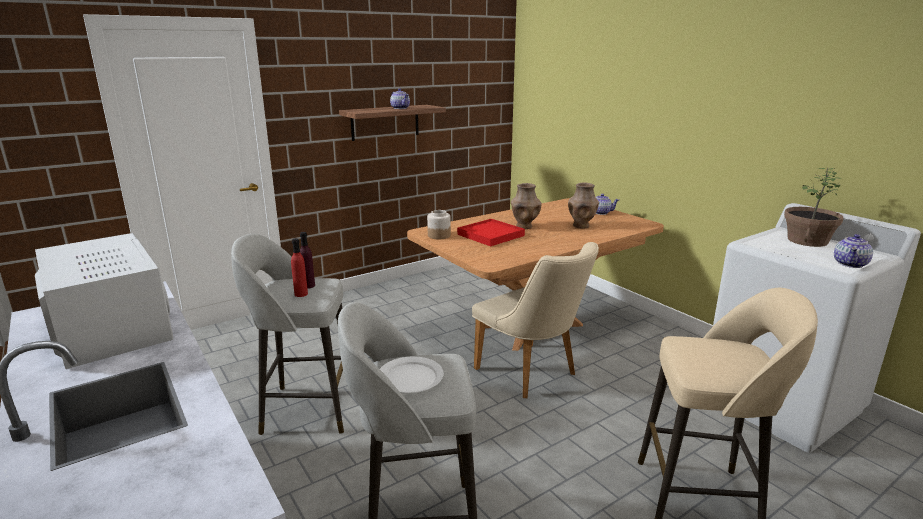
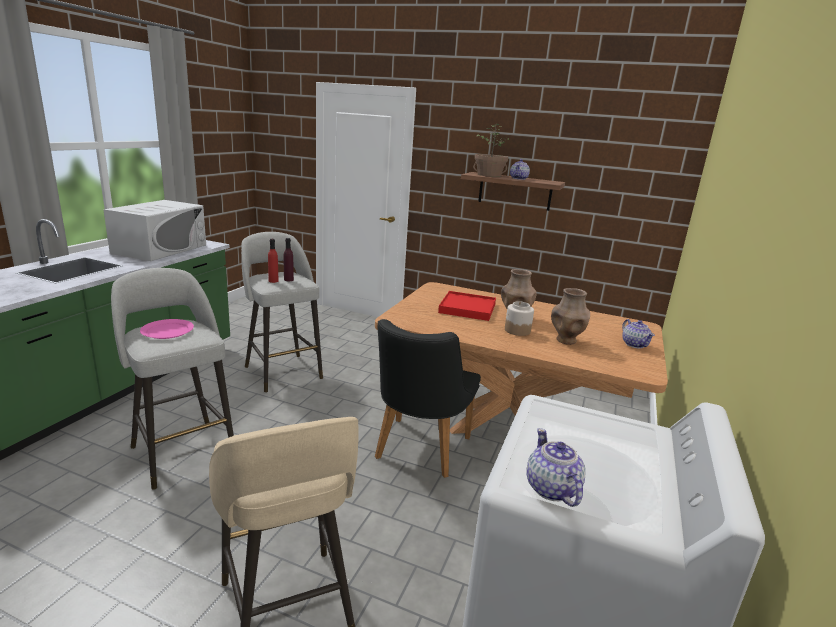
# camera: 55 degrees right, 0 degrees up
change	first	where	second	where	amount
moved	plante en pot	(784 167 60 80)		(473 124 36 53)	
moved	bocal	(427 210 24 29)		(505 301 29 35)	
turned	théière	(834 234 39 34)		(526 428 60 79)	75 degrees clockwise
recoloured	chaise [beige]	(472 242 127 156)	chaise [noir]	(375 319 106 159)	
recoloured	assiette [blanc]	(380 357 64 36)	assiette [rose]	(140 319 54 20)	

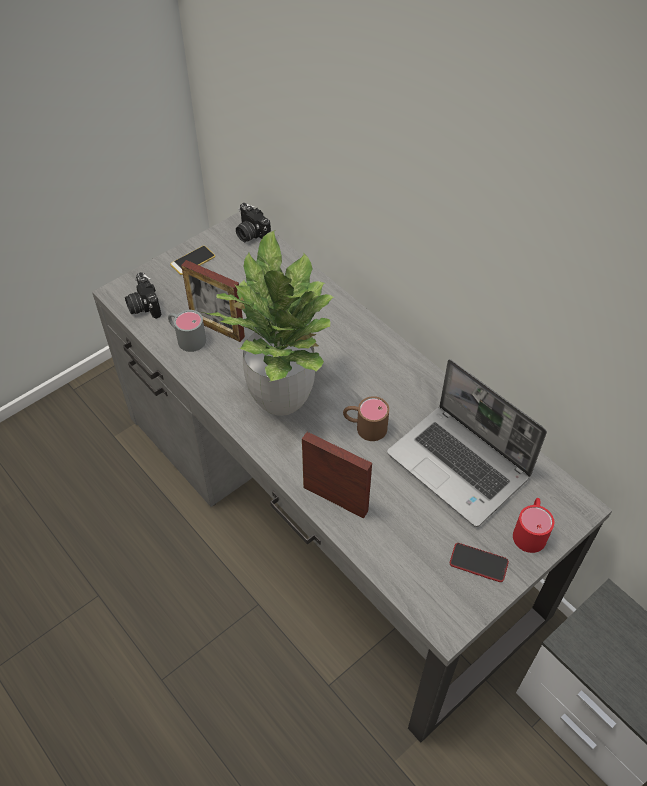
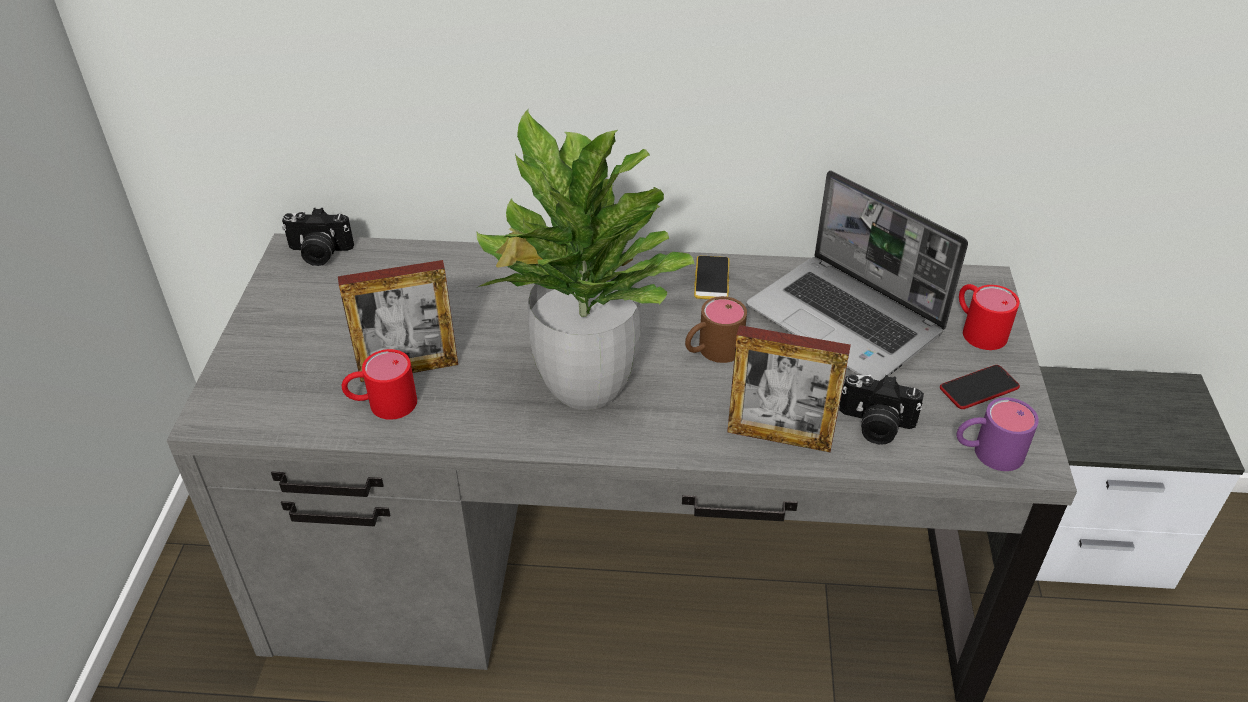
# camera: 45 degrees left, 10 degrees down
change	first	where	second	where	amount
moved	téléphone	(170 246 45 29)		(694 256 36 43)	
moved	appareil photo	(125 272 36 47)		(839 374 85 71)	
recoloured	mug [gris]	(168 310 38 42)	mug [rouge]	(342 349 75 71)	
turned	ordinateur portable	(387 359 160 168)		(747 170 221 211)	45 degrees clockwise
turned	cadre photo	(302 432 70 86)		(727 325 124 127)	150 degrees counterclockwise
added			mug [violet]	(956 398 83 73)	

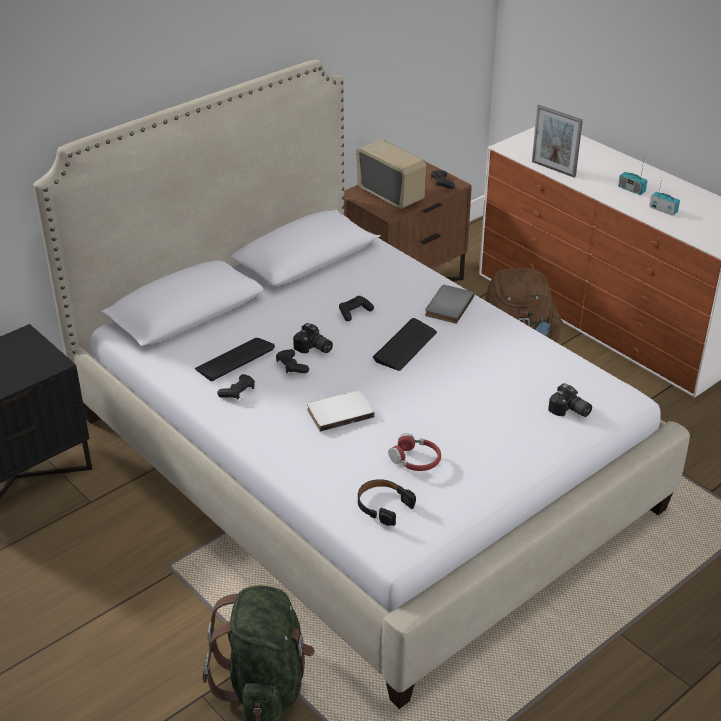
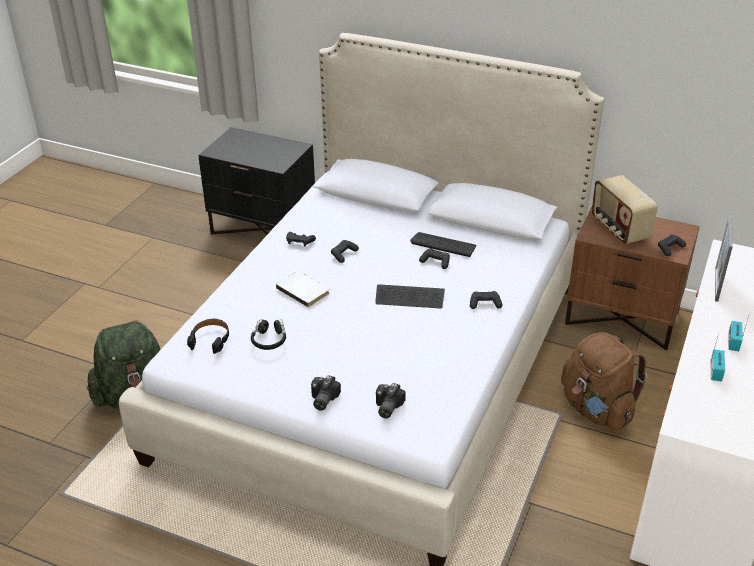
# camera: 65 degrees right, 0 degrees up
change	first	where	second	where	amount
turned	radio	(357 140 69 69)		(592 175 66 69)	135 degrees clockwise
replaced	livre [gris]	(425 285 50 39)	manette [noir]	(470 291 32 18)	
moved	appareil photo	(293 323 40 30)		(311 375 30 36)	
moved	clavier	(195 338 80 43)		(410 232 67 25)	
recoloured	casque audio [rouge]	(388 433 53 38)	casque audio [noir]	(251 319 35 31)	

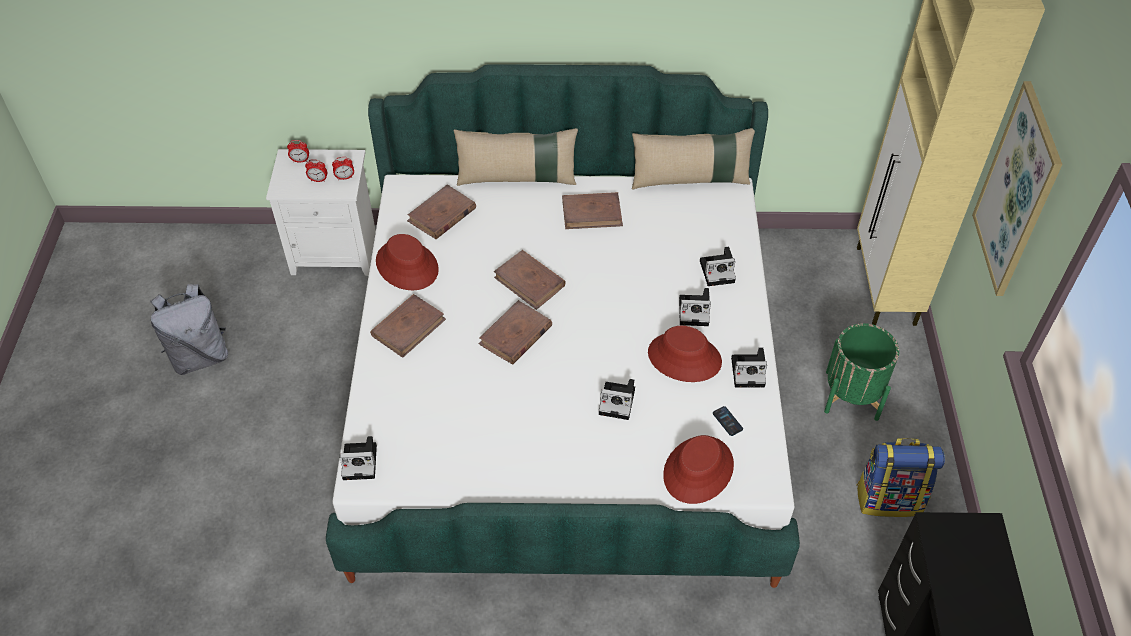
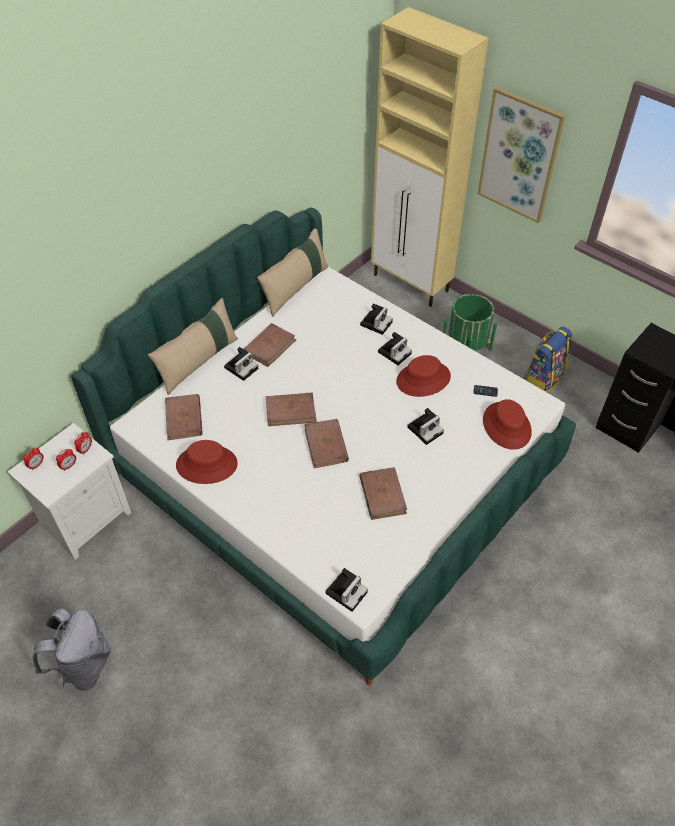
# camera: 50 degrees left, 0 degrees up
change	first	where	second	where	amount
moved	livre [marron]	(370 294 76 64)		(359 467 48 53)	
moved	appareil photo	(731 348 36 40)		(224 347 34 34)	

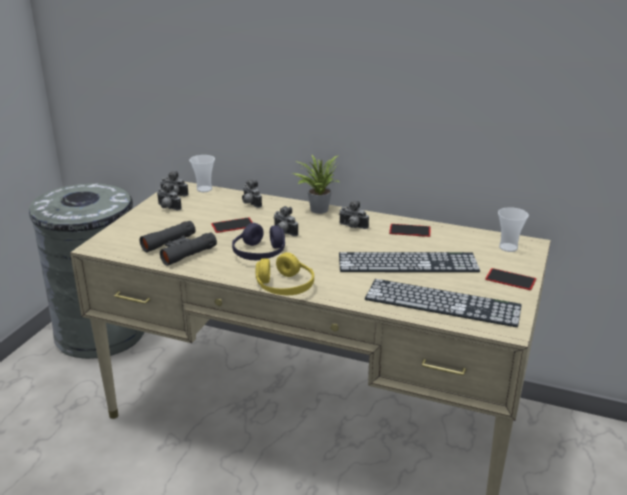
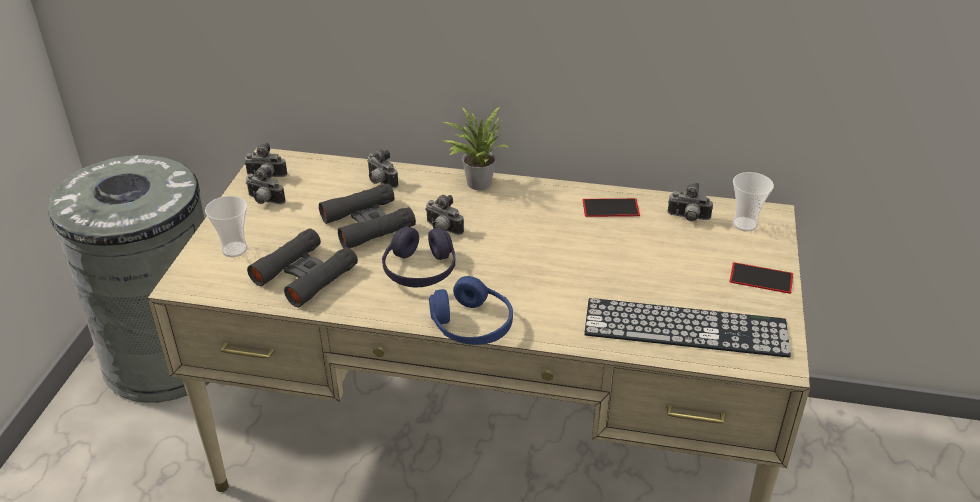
# camera: 10 degrees left, 10 degrees up
change	first	where	second	where	amount
moved	tasse	(189 155 26 37)		(205 196 42 61)	
moved	appareil photo	(339 201 30 28)		(668 183 45 38)	
replaced	téléphone	(211 217 42 16)	jumelles [noir]	(319 184 97 64)	
recoloured	casque audio [jaune]	(256 252 58 43)	casque audio [bleu]	(429 276 84 69)	
removed	clavier	(339 252 141 20)			

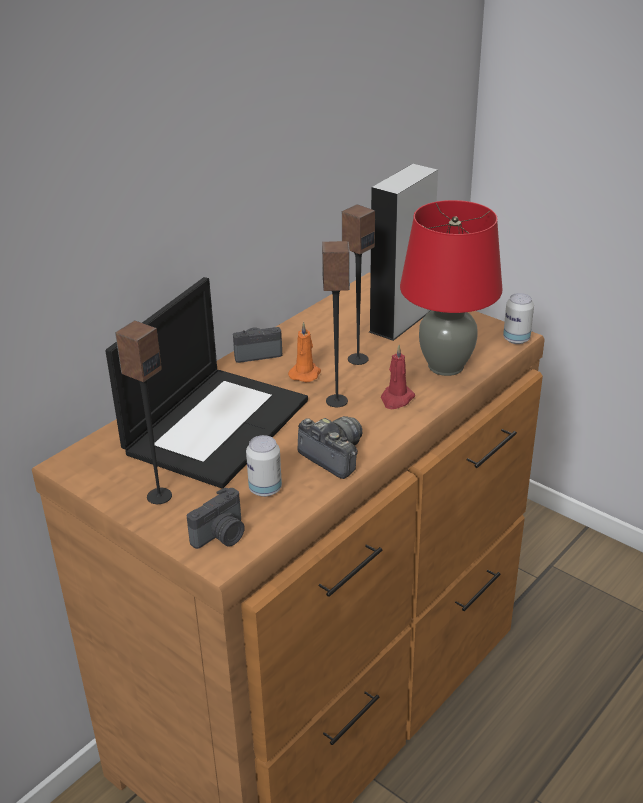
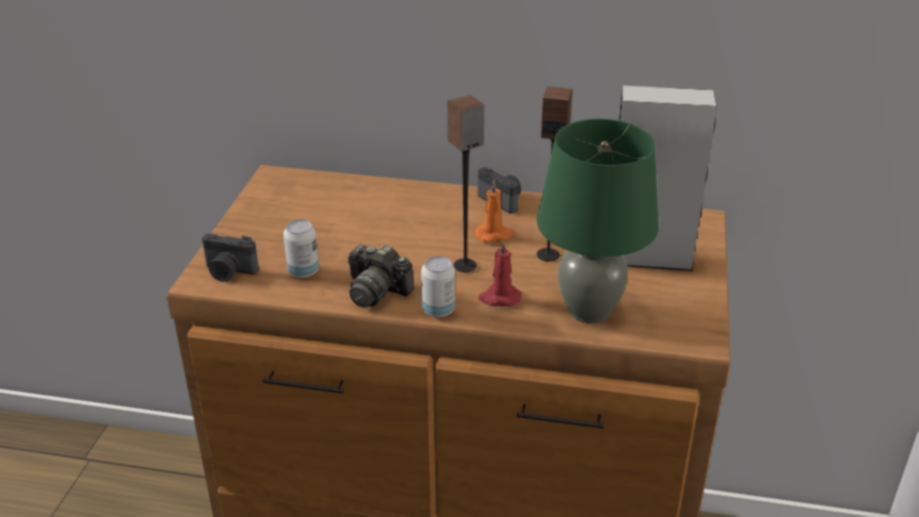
# camera: 60 degrees right, 0 degrees up
change	first	where	second	where	amount
recoloured	lampe de table [rouge]	(400 200 103 176)	lampe de table [vert]	(537 119 122 204)	
removed	ordinateur portable	(106 277 202 212)			
moved	boîte métallique	(503 293 31 51)		(421 256 34 62)	
removed	enceinte	(115 321 57 183)			
turned	appareil photo	(297 416 65 63)		(348 245 66 63)	105 degrees clockwise

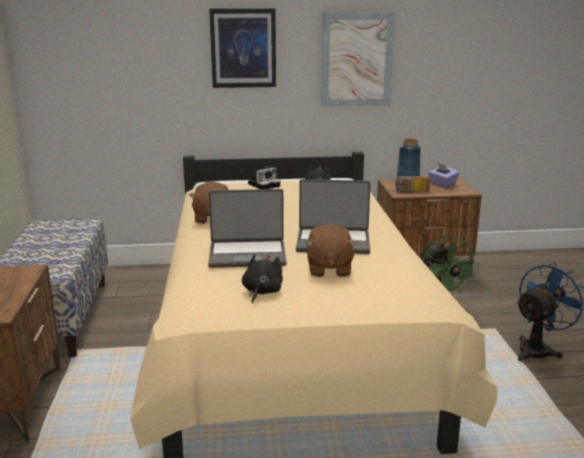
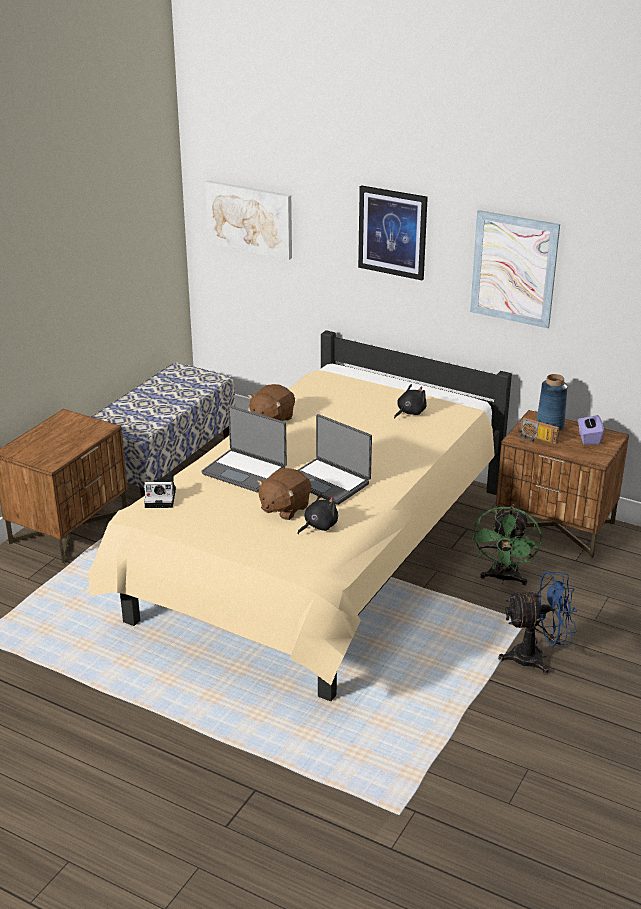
# camera: 35 degrees right, 10 degrees up
change	first	where	second	where	amount
moved	appareil photo	(248 166 32 23)		(144 474 32 34)	
moved	peluche [noir]	(242 254 41 50)		(297 493 41 41)	
added			tableau	(205 180 87 80)	

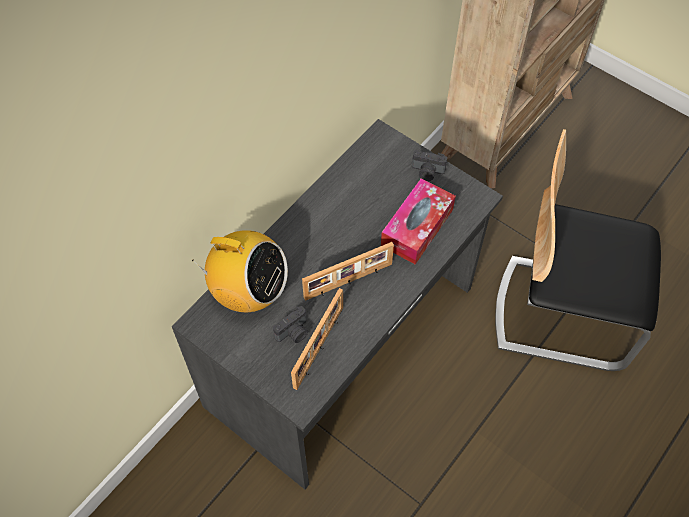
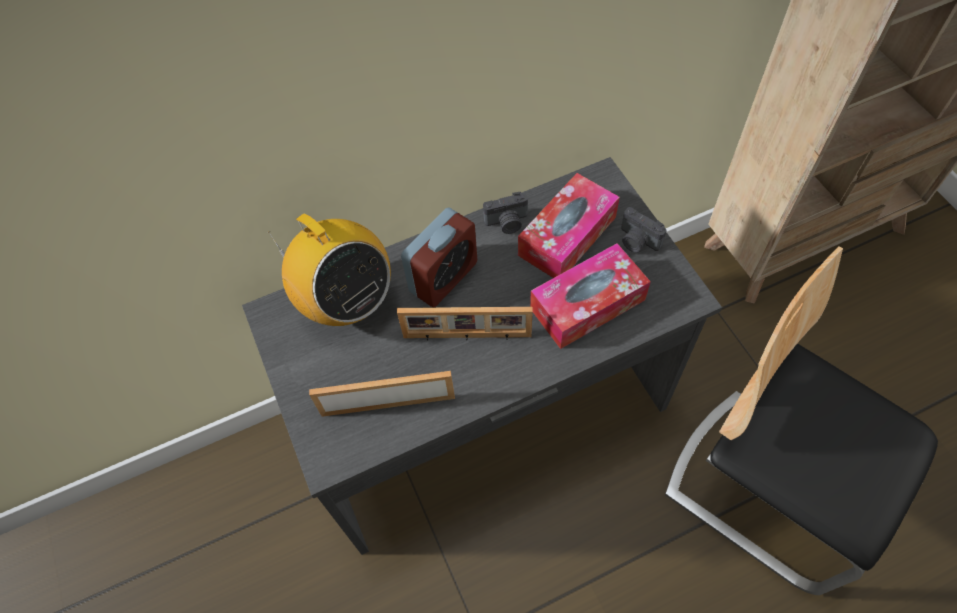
# camera: 30 degrees right, 0 degrees up
change	first	where	second	where	amount
turned	cadre photo	(291 288 52 102)		(309 371 146 46)	150 degrees counterclockwise
moved	appareil photo	(273 306 35 37)		(483 192 45 42)	
added			boîte à mouchoirs	(518 173 102 105)	
added			réveil	(401 207 76 100)	

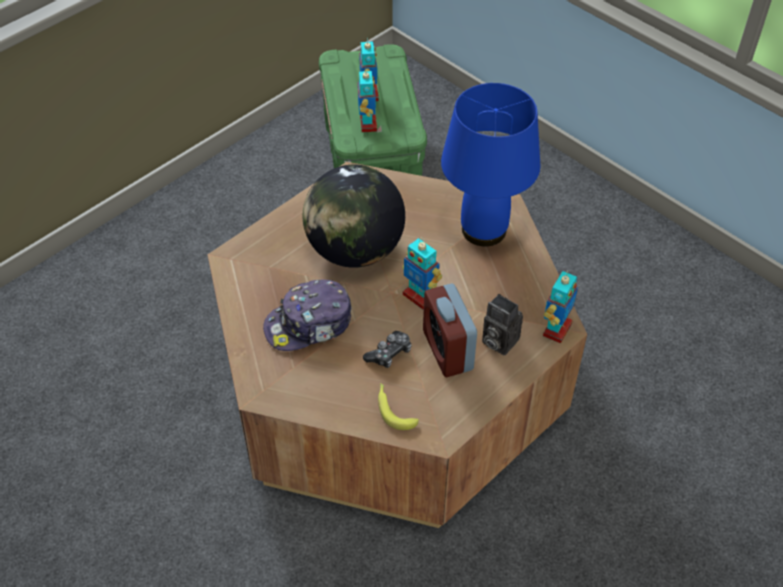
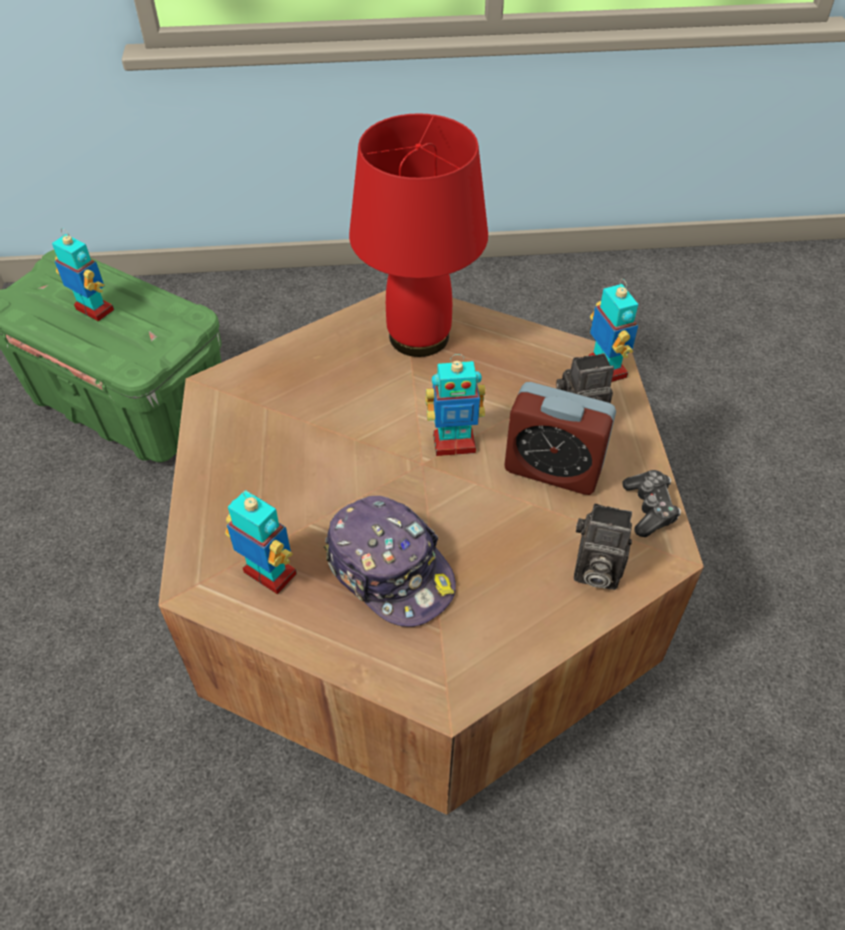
# camera: 50 degrees left, 0 degrees up
change	first	where	second	where	amount
moved	robot jouet	(357 67 20 65)		(225 490 72 105)	
recoloured	lampe de table [bleu]	(441 83 99 163)	lampe de table [rouge]	(349 113 139 244)	
removed	globe	(303 164 102 104)			
turned	casquette	(263 279 89 72)		(324 496 132 131)	60 degrees counterclockwise
moved	manette	(363 331 49 37)		(622 470 59 67)	
replaced	banane	(378 383 41 47)	appareil photo	(574 504 58 86)	

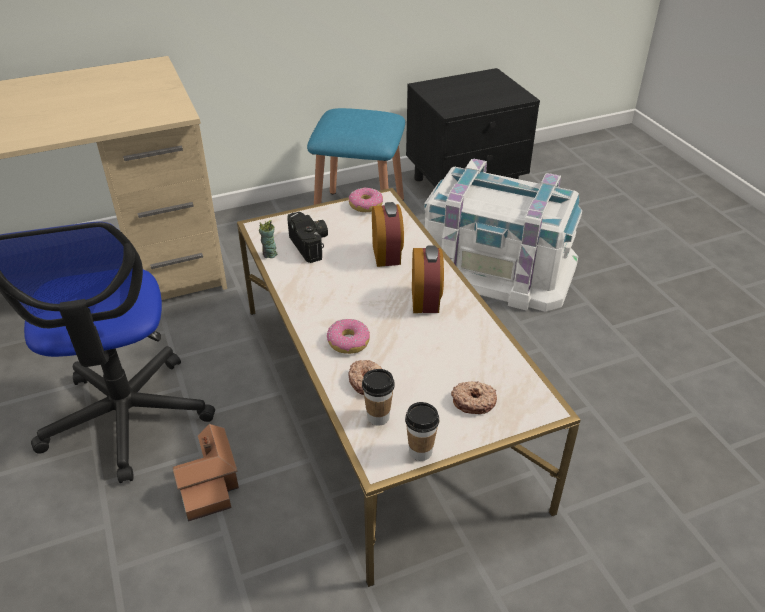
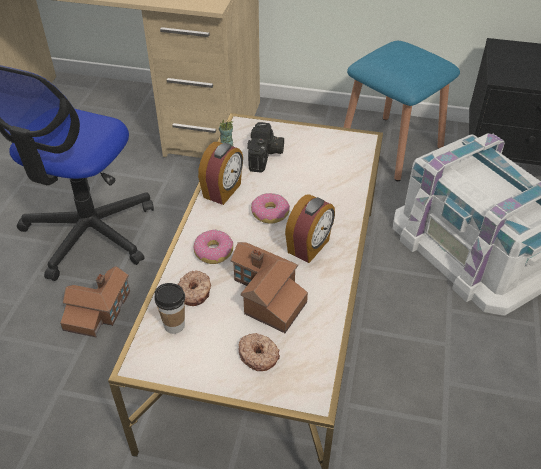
# camera: 35 degrees right, 5 degrees up
change	first	where	second	where	amount
moved	beignet	(349 188 34 24)		(251 193 39 31)	
moved	réveil	(372 202 32 65)		(198 142 45 63)	
removed	tasse	(405 402 34 59)			
added			maison miniature	(231 242 77 91)	

